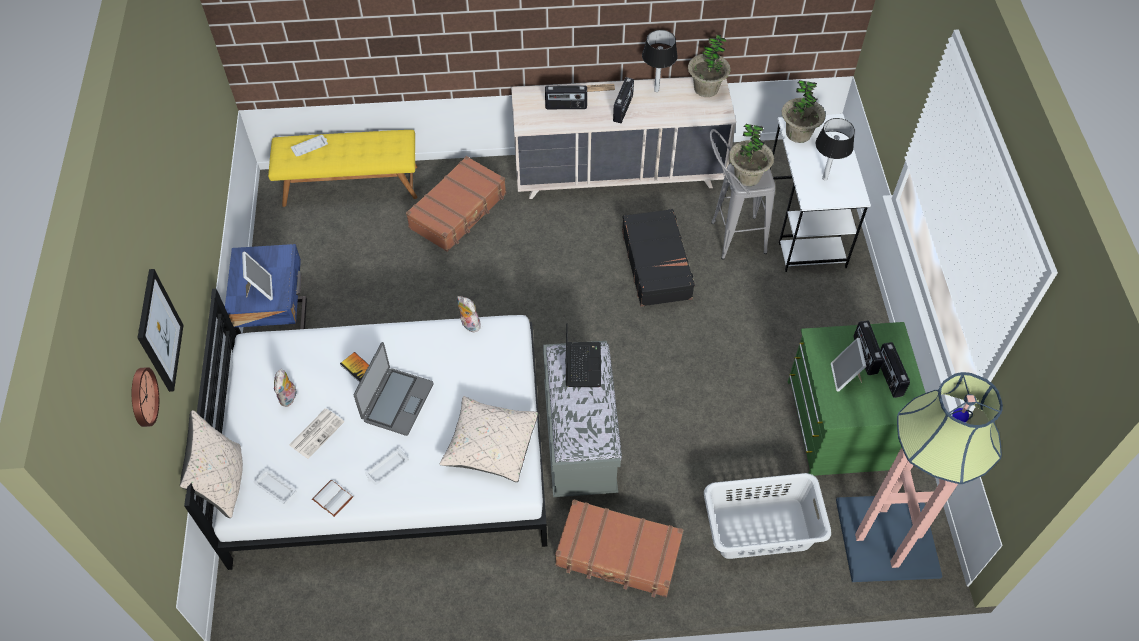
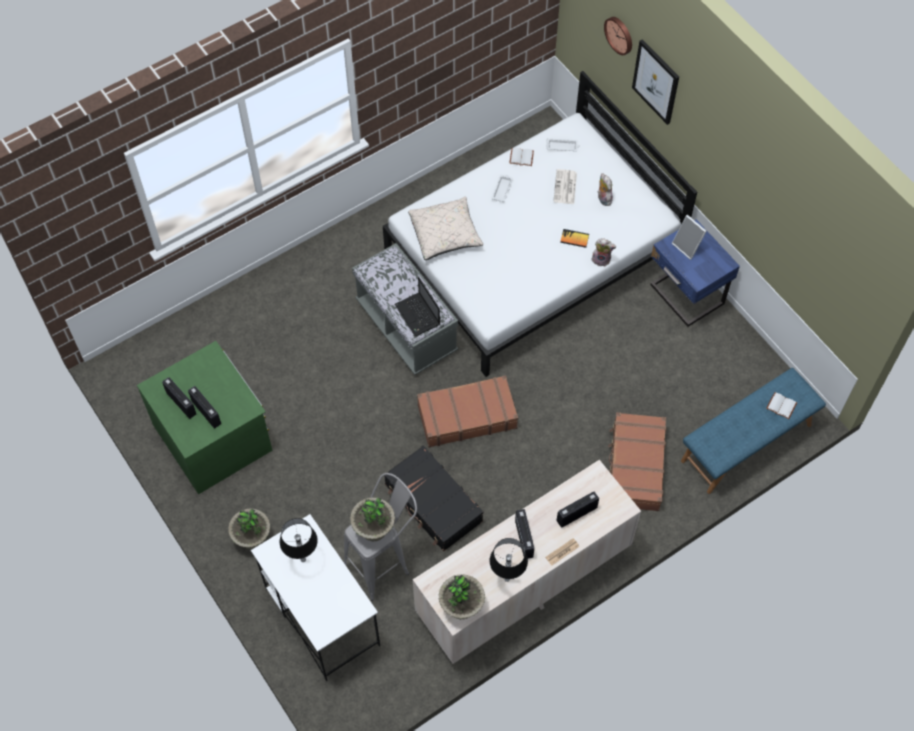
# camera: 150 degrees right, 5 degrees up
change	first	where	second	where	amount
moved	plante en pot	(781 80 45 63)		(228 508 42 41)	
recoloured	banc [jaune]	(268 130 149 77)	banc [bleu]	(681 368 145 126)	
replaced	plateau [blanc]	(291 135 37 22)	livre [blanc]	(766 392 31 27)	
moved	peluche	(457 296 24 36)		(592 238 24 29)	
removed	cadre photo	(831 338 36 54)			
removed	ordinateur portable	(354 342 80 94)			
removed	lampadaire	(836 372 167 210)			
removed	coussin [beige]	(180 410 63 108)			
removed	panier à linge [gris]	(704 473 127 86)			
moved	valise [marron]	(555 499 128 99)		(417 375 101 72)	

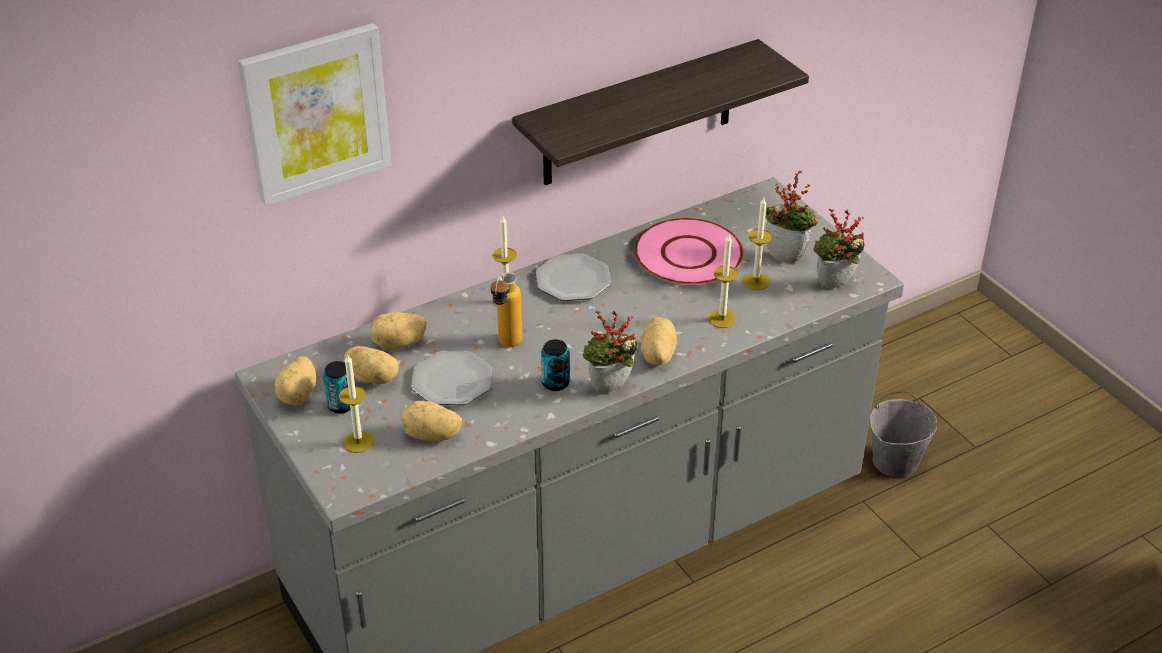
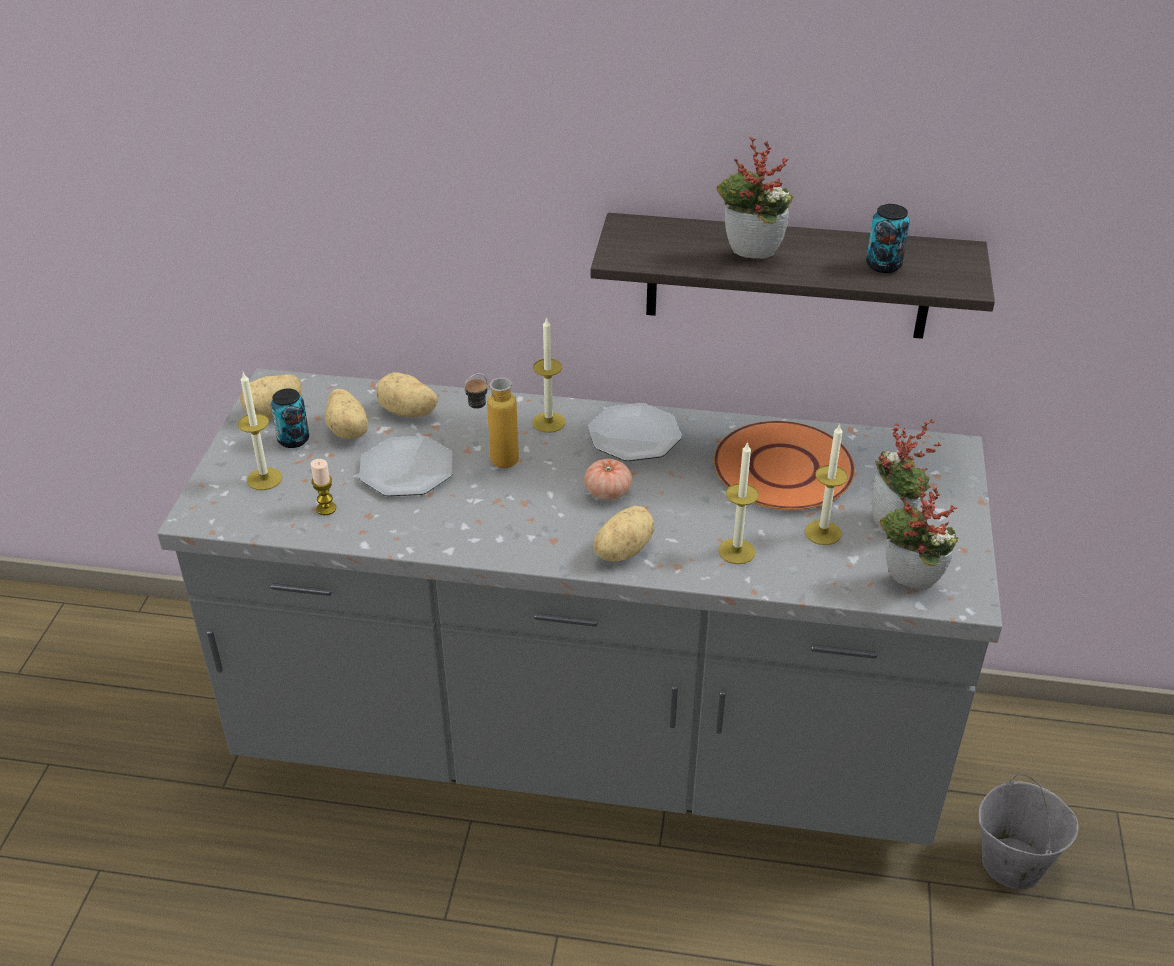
# camera: 40 degrees right, 0 degrees up
change	first	where	second	where	amount
removed	tableau	(238 23 153 183)			
recoloured	assiette [rose]	(634 218 109 67)	assiette [orange]	(714 421 141 89)	
moved	plante en pot	(583 310 54 83)		(716 136 78 123)	
moved	boîte métallique	(541 339 29 52)		(866 204 44 69)	
replaced	pomme de terre	(401 401 61 41)	bougie	(311 459 25 56)	
added			tomate	(584 459 48 41)	

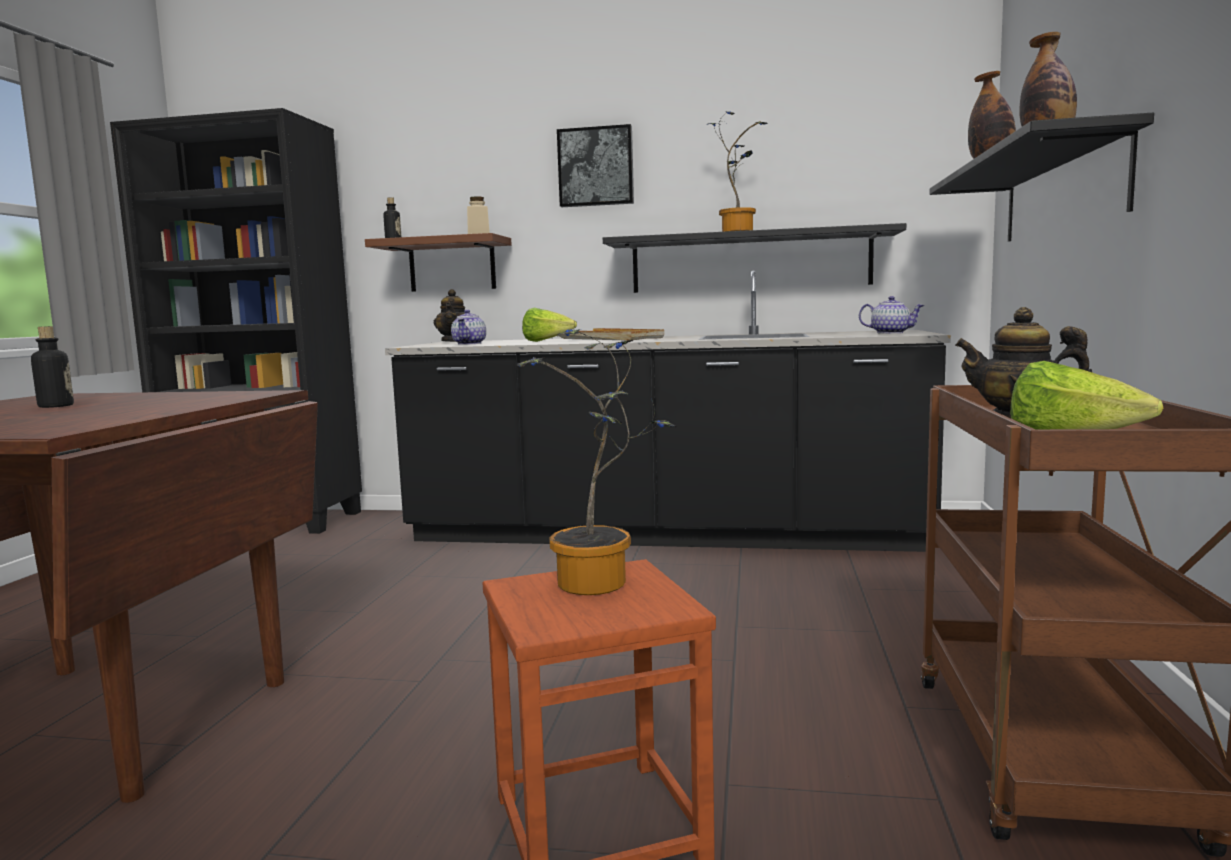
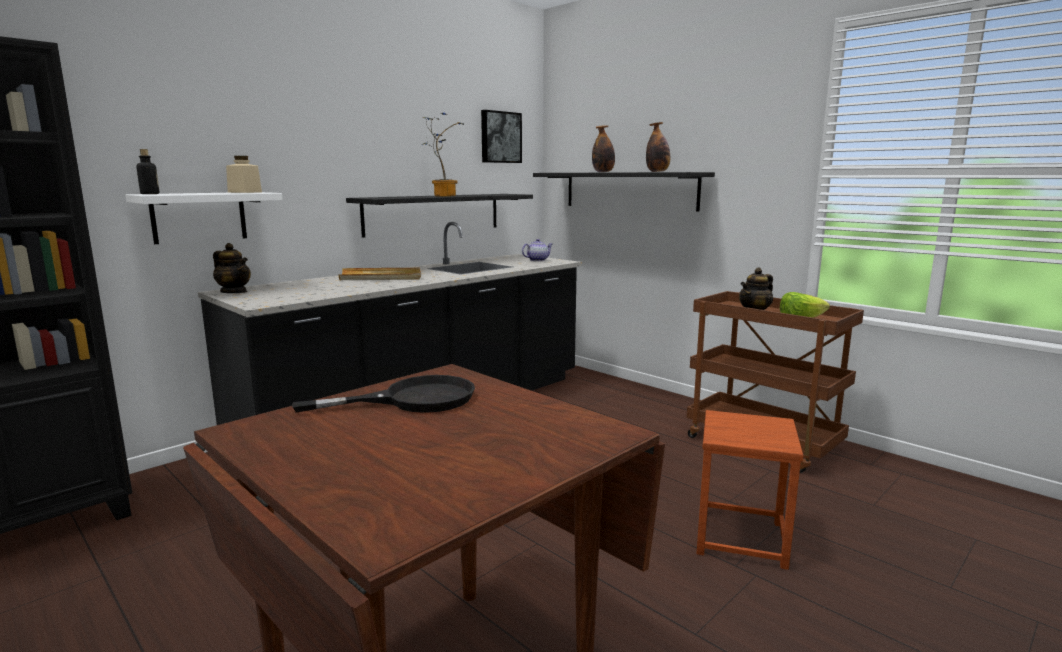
# camera: 55 degrees left, 5 degrees up
change	first	where	second	where	amount
moved	tableau	(557 124 77 83)		(481 110 41 53)	
recoloured	étagère [marron]	(365 233 147 59)	étagère [blanc]	(125 192 158 52)	
removed	laitue	(522 308 55 34)			
removed	théière	(451 310 35 35)			
removed	bouteille	(31 326 43 82)			
removed	plante en pot	(517 329 159 266)			
added			poêle [noir]	(292 375 183 38)	

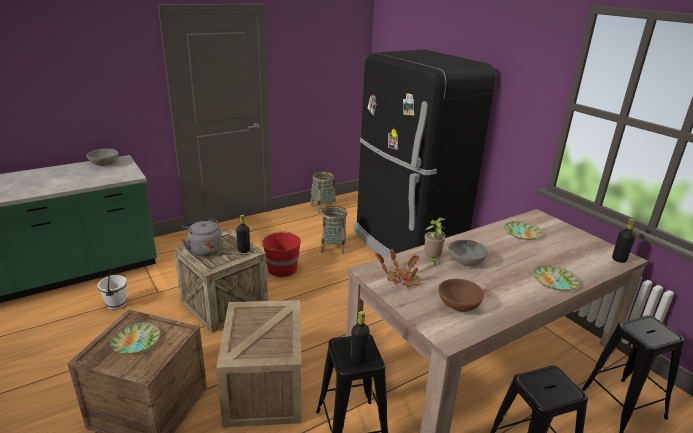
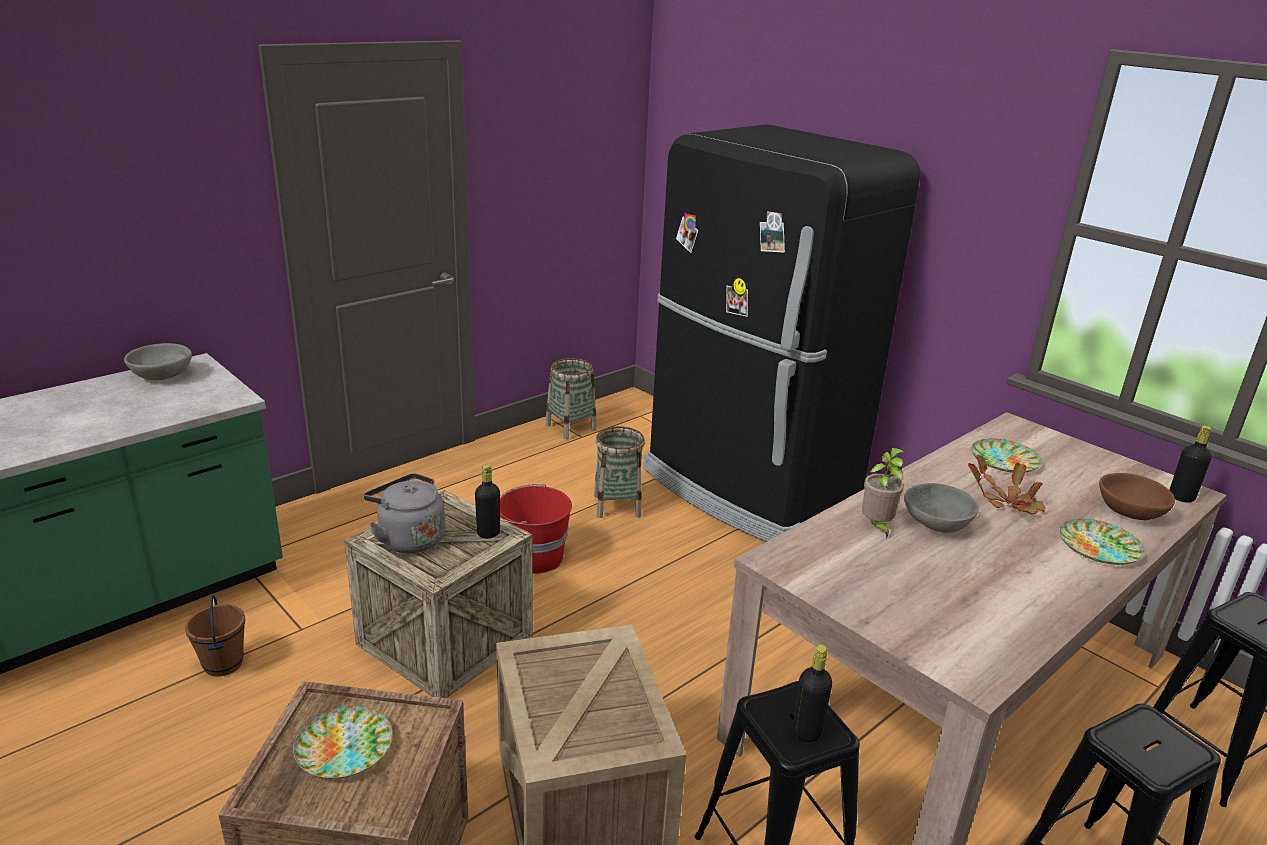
# camera: 10 degrees left, 0 degrees up
change	first	where	second	where	amount
moved	plante en pot	(375 249 45 38)		(968 455 77 60)	
recoloured	seau [blanc]	(98 270 29 40)	seau [marron]	(185 596 60 80)	
moved	bol [marron]	(438 279 46 33)		(1099 473 76 47)	

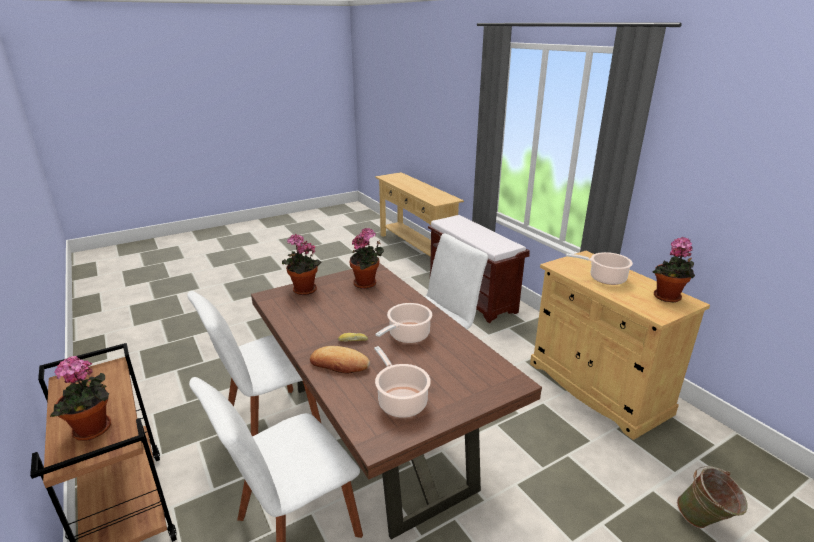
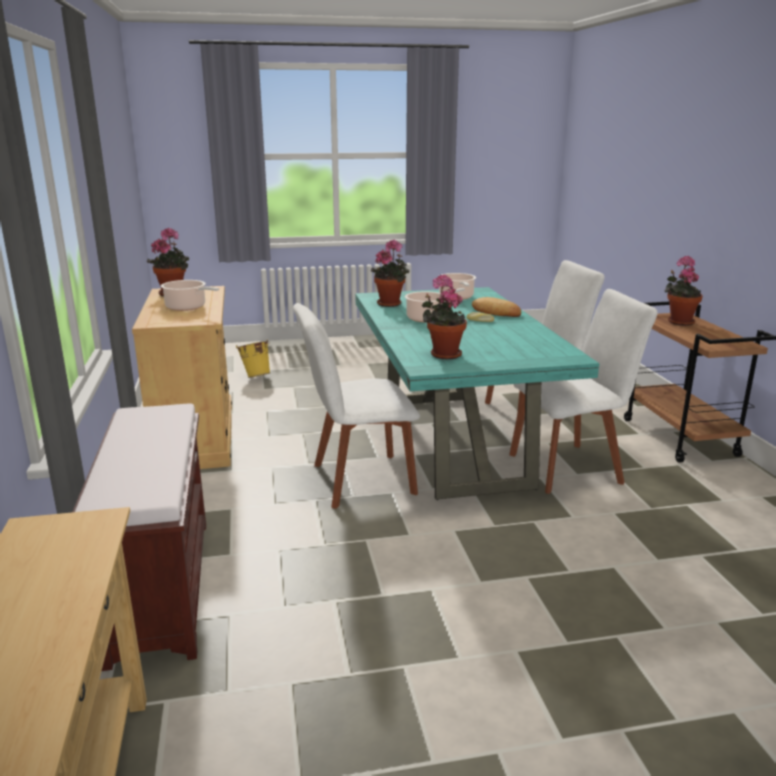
# camera: 160 degrees left, 5 degrees down
change	first	where	second	where	amount
moved	plante en pot	(282 234 40 61)		(371 239 38 68)	
recoloured	table à manger [marron]	(251 263 291 277)	table à manger [turquoise]	(355 287 245 213)	
recoloured	seau [vert]	(677 466 71 62)	seau [jaune]	(236 340 34 38)	

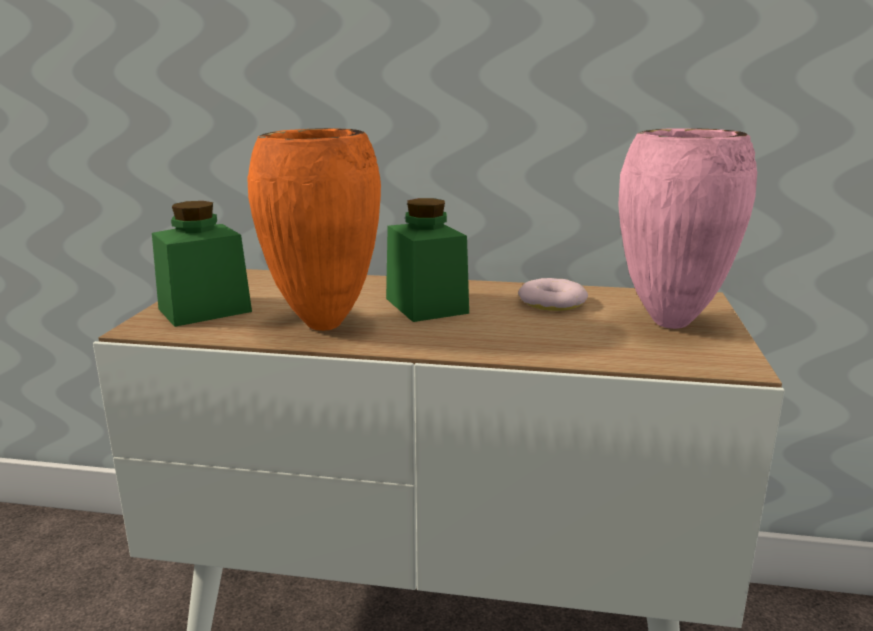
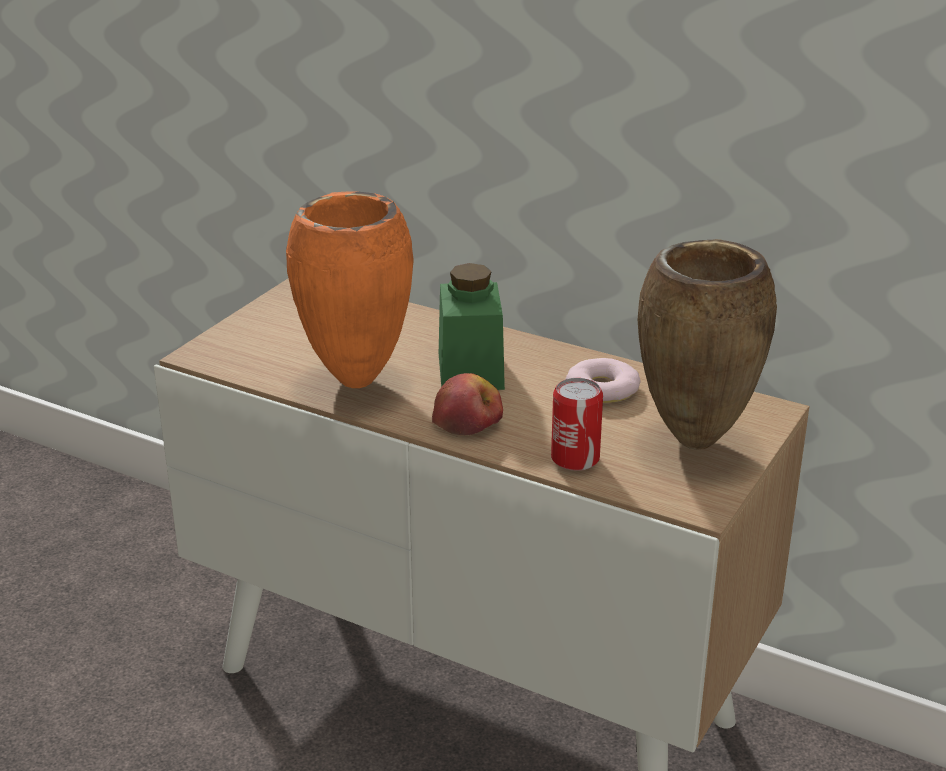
# camera: 20 degrees right, 10 degrees up
change	first	where	second	where	amount
recoloured	vase [rose]	(618 128 139 201)	vase [marron]	(638 239 139 211)	
removed	bocal [vert]	(152 201 100 126)			
added			pomme	(432 373 71 62)	
added			boîte métallique	(551 378 52 93)	

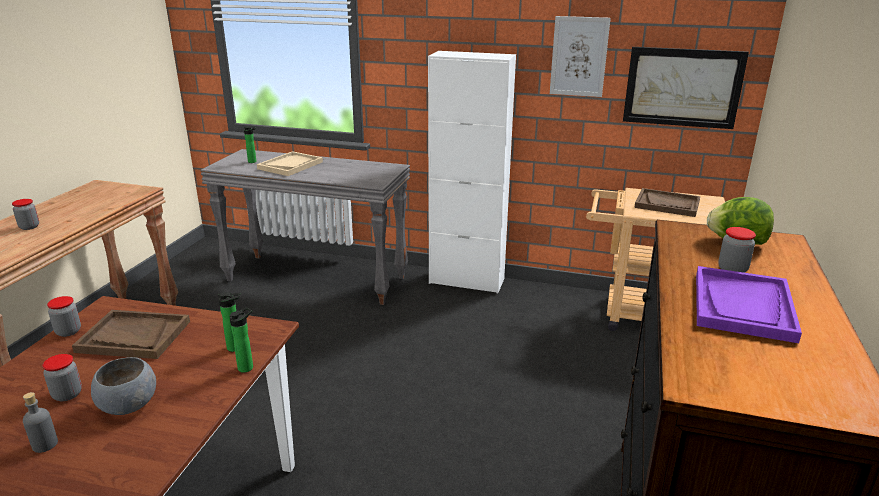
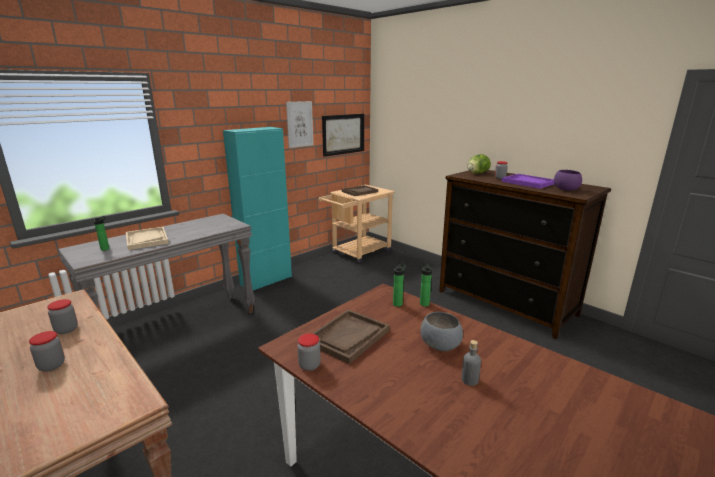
# camera: 60 degrees left, 5 degrees down
change	first	where	second	where	amount
recoloured	meuble de rangement [blanc]	(428 51 88 243)	meuble de rangement [turquoise]	(223 127 69 163)	
moved	bocal	(42 354 40 47)		(47 299 31 35)	
added			bol [violet]	(554 170 28 21)	

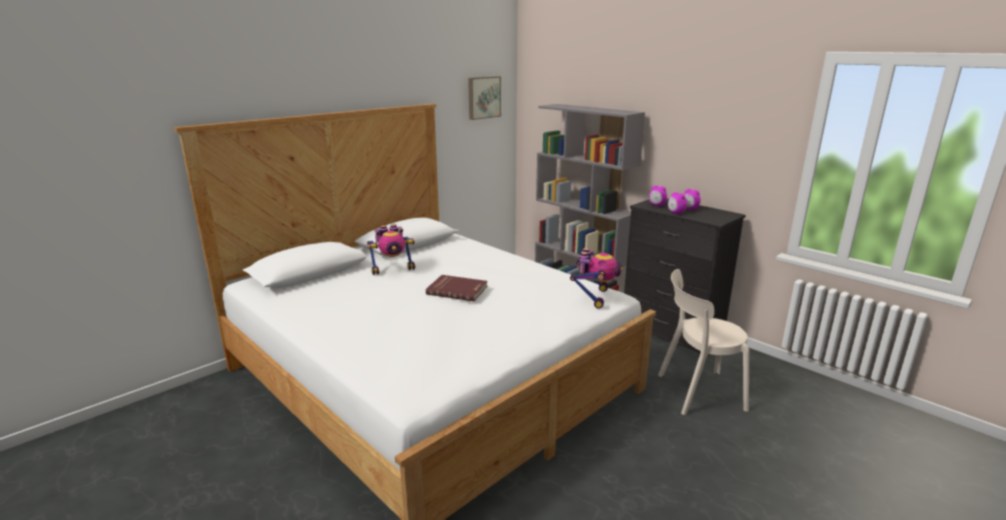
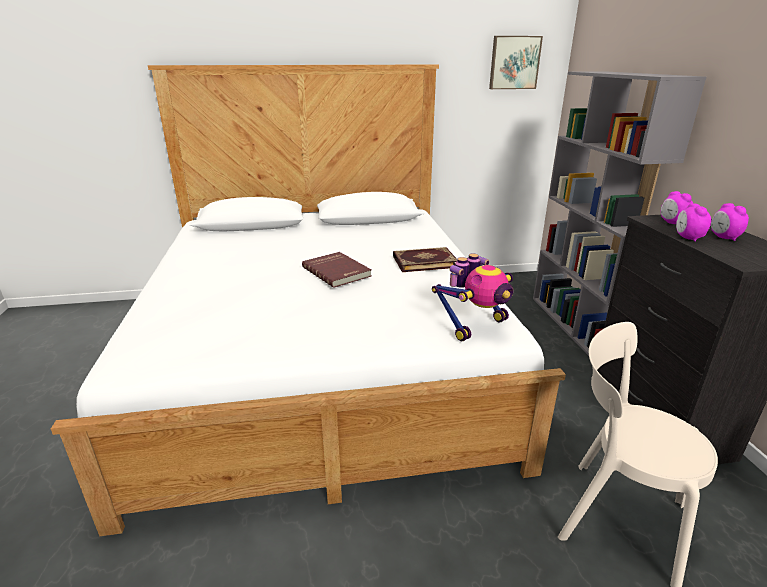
# camera: 35 degrees right, 5 degrees up
change	first	where	second	where	amount
removed	robot jouet	(367 224 48 51)			
added			livre	(393 247 65 25)	

